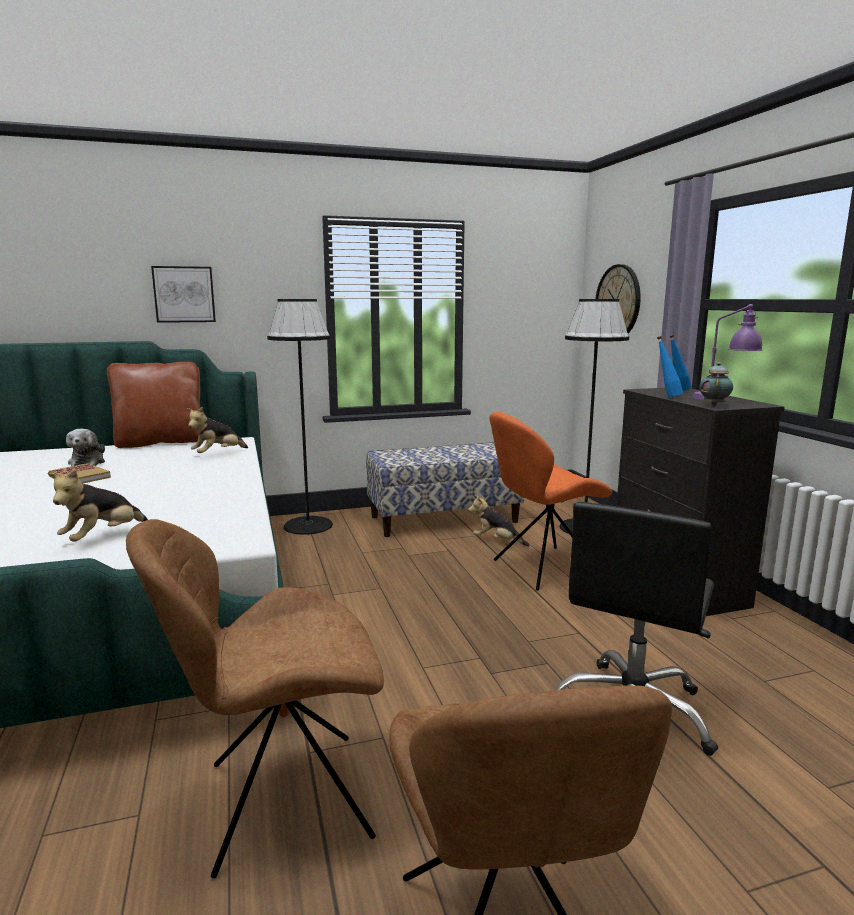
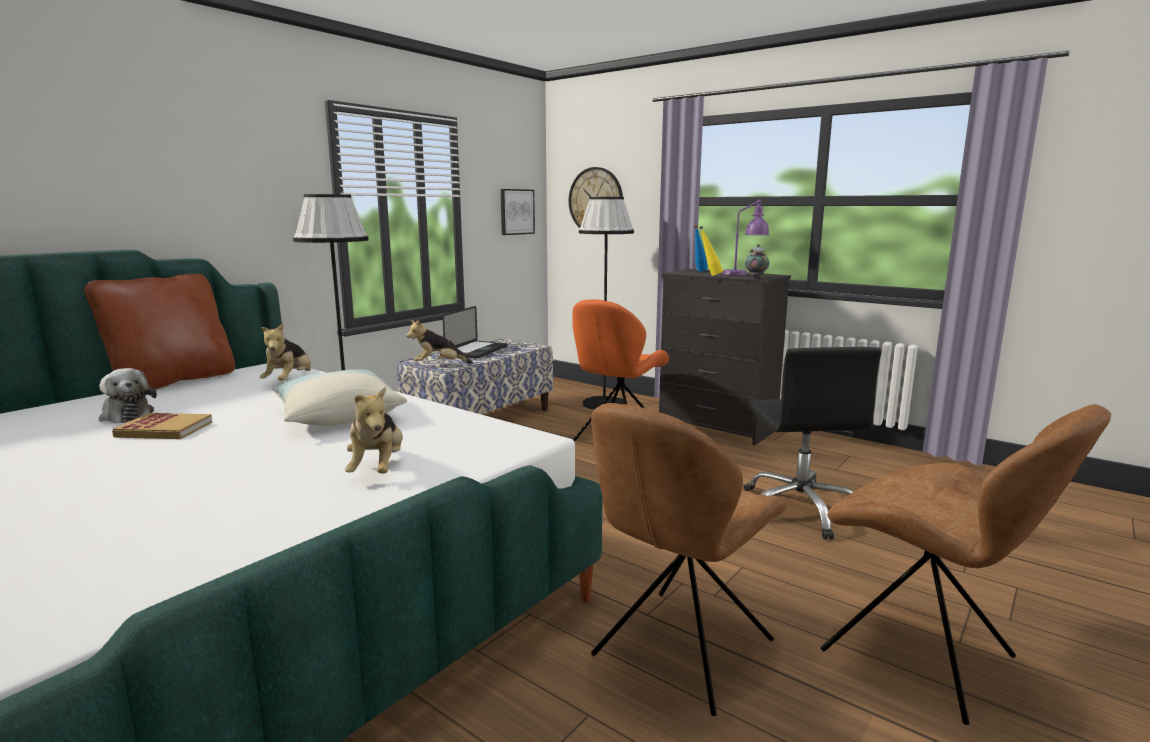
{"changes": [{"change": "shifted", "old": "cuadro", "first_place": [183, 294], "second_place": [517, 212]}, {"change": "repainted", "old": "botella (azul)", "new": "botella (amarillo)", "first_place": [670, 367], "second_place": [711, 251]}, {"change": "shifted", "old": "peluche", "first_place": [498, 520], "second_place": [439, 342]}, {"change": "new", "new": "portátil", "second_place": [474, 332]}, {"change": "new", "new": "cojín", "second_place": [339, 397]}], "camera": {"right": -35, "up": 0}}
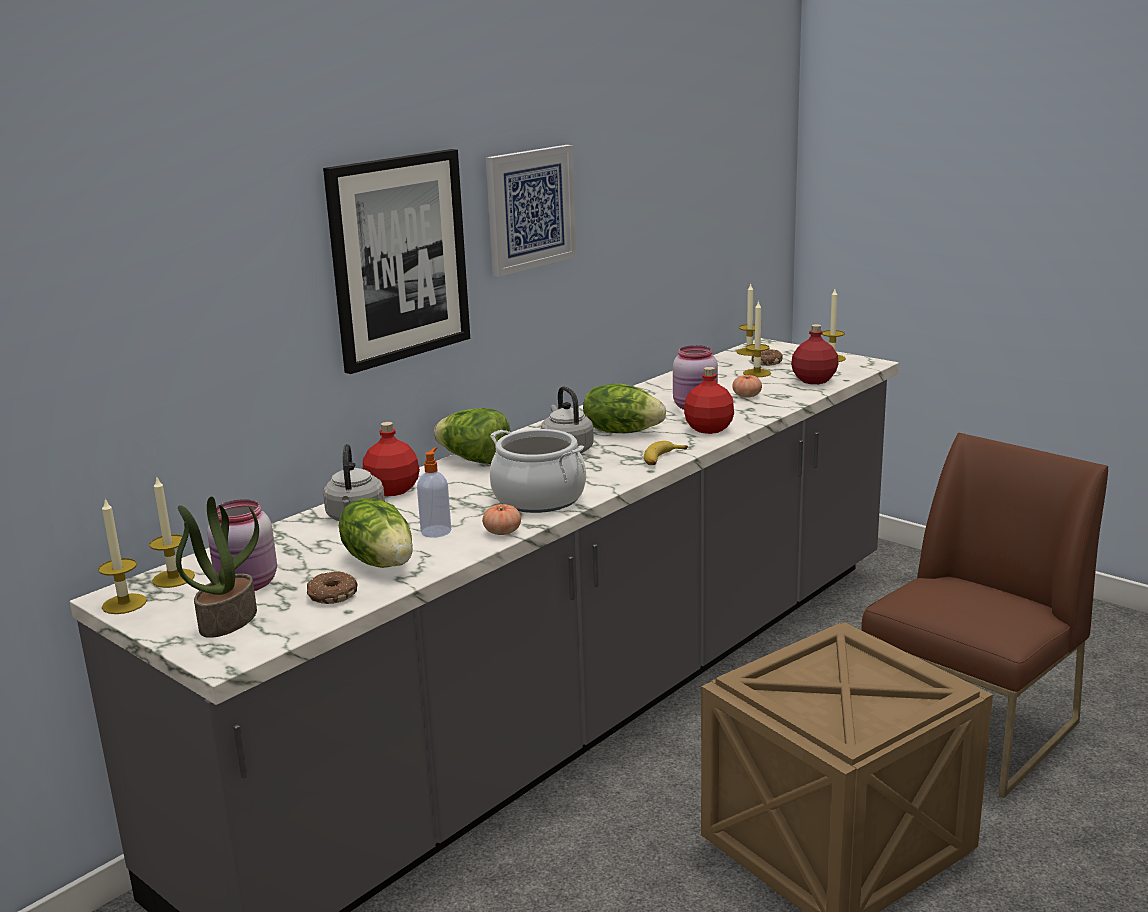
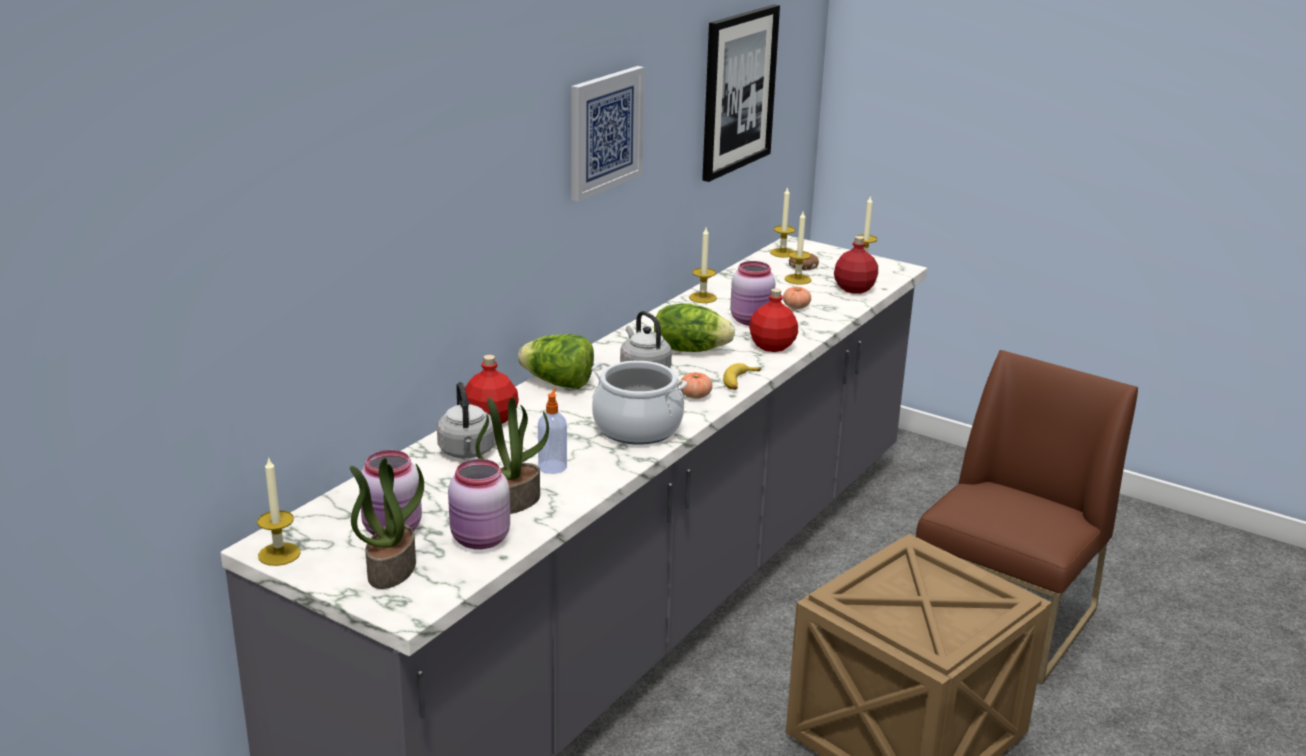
{"changes": [{"change": "shifted", "old": "cuadro", "first_place": [396, 261], "second_place": [741, 93]}, {"change": "shifted", "old": "vela", "first_place": [172, 533], "second_place": [703, 265]}, {"change": "swapped", "old": "lechuga", "new": "planta en maceta", "first_place": [376, 533], "second_place": [512, 456]}, {"change": "shifted", "old": "tomate", "first_place": [501, 519], "second_place": [696, 385]}, {"change": "swapped", "old": "rosquilla", "new": "tarro (rosa)", "first_place": [332, 587], "second_place": [479, 504]}], "camera": {"right": -10, "up": 5}}
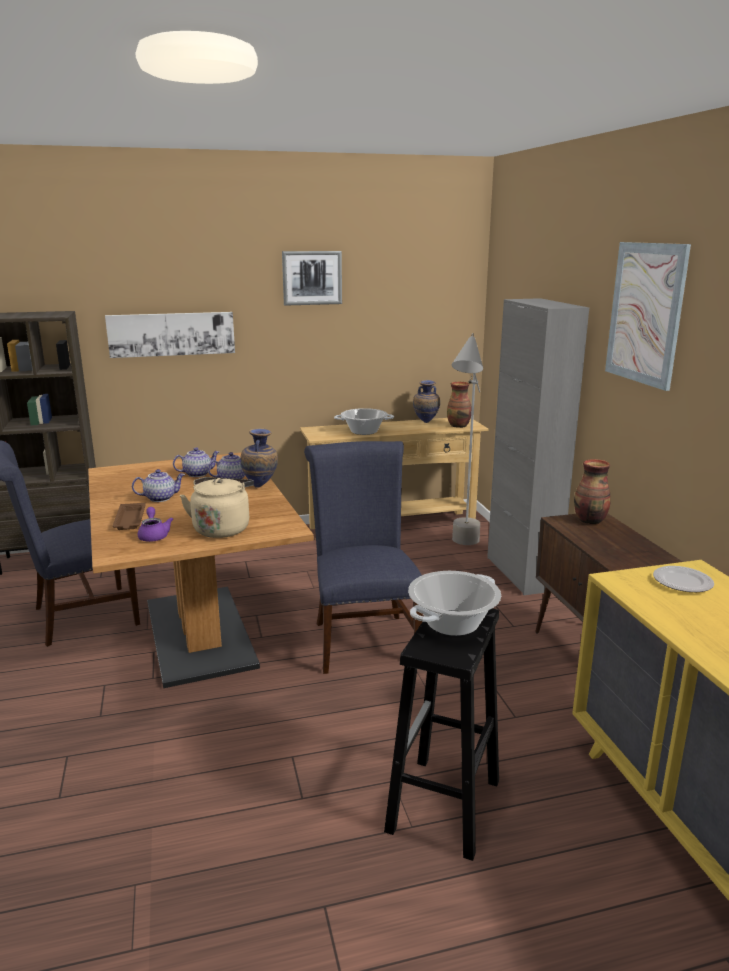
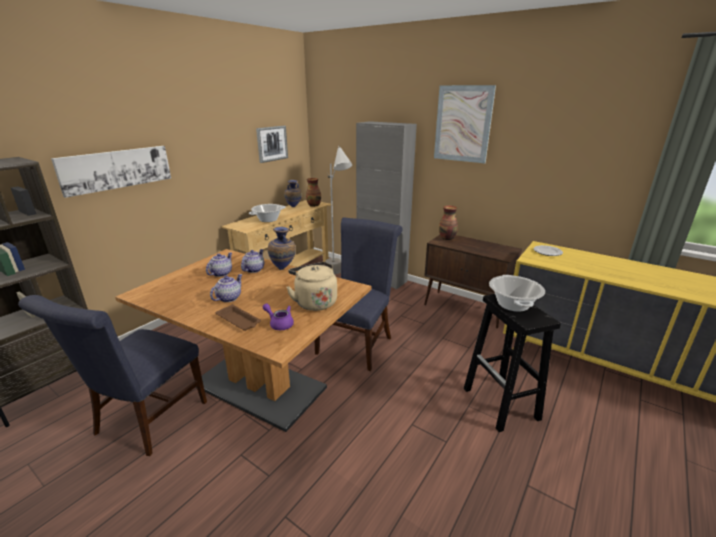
{"changes": [{"change": "shifted", "old": "cuadro", "first_place": [312, 278], "second_place": [272, 144]}, {"change": "rotated", "old": "silla (azul)", "first_place": [363, 557], "second_place": [359, 294], "degrees": 75}], "camera": {"right": -40, "up": 5}}
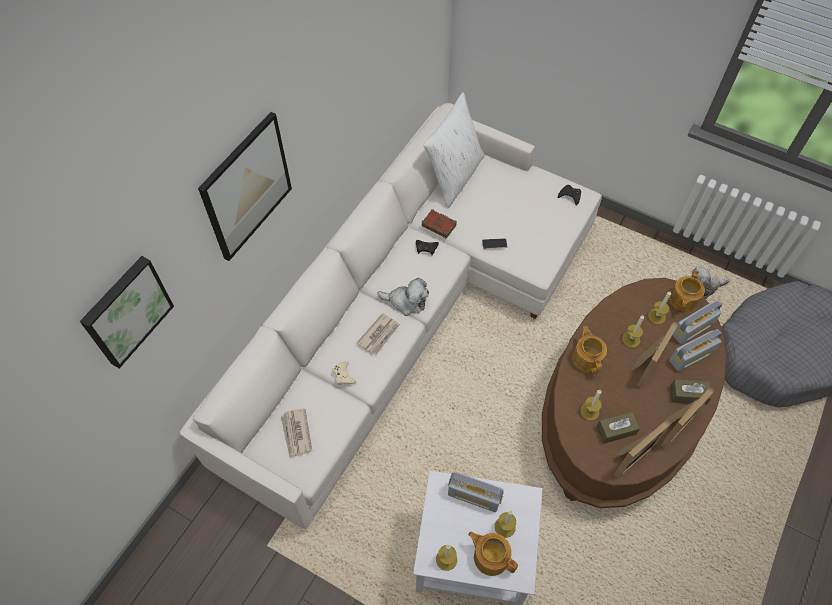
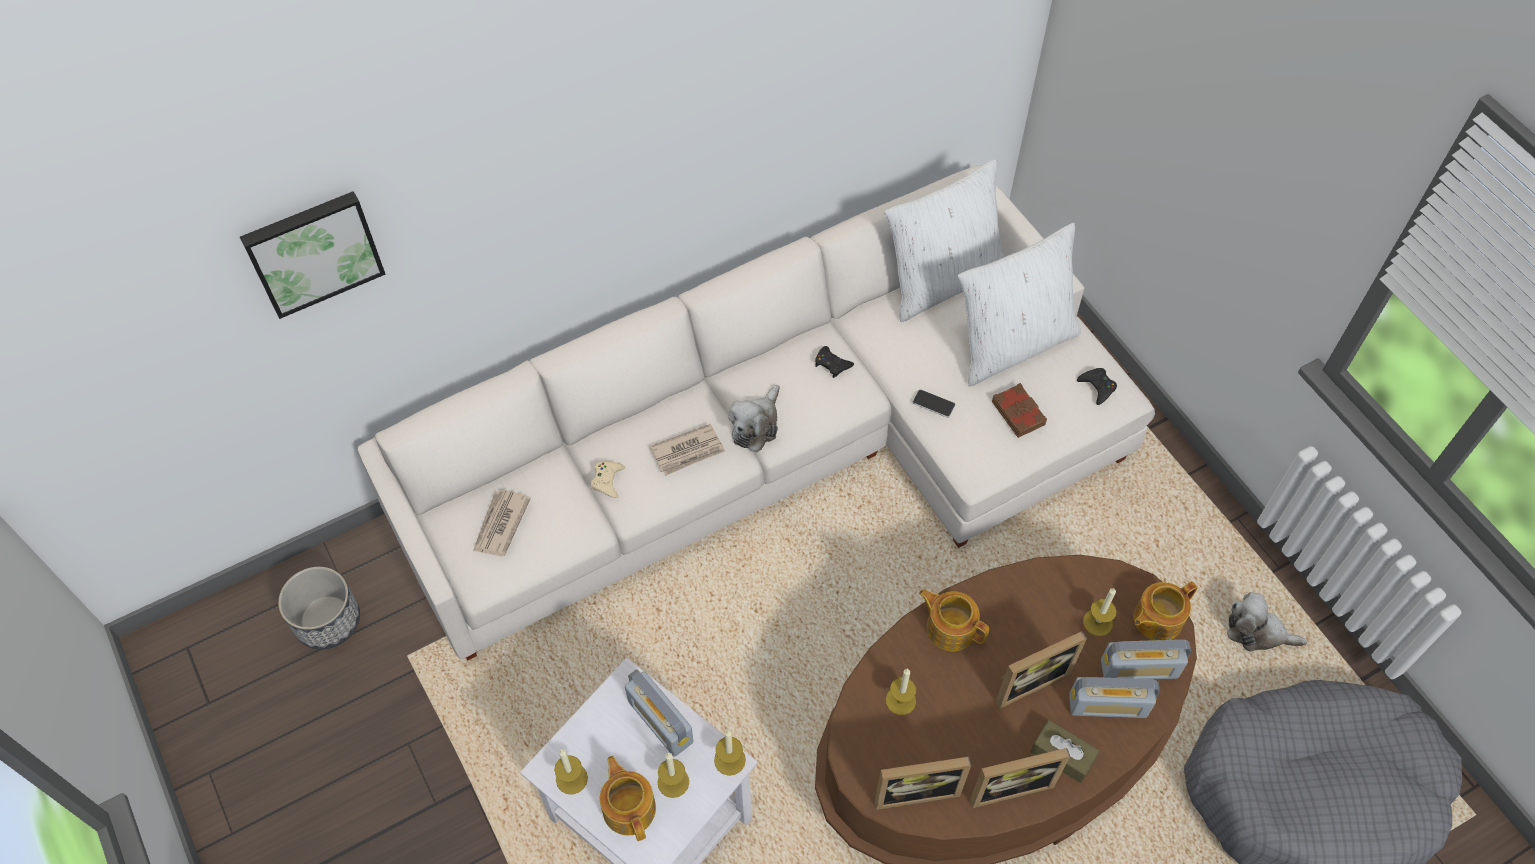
{"changes": [{"change": "gone", "old": "cuadro", "first_place": [245, 186]}, {"change": "shifted", "old": "libro (marrón)", "first_place": [439, 224], "second_place": [1019, 410]}, {"change": "rotated", "old": "peluche", "first_place": [403, 297], "second_place": [754, 419], "degrees": 75}, {"change": "shifted", "old": "vela", "first_place": [633, 331], "second_place": [730, 753]}, {"change": "rotated", "old": "tetera", "first_place": [589, 350], "second_place": [954, 620], "degrees": -75}, {"change": "gone", "old": "caja de pañuelos (marrón)", "first_place": [618, 427]}, {"change": "new", "new": "cojín (blanco)", "second_place": [1019, 304]}, {"change": "new", "new": "maceta", "second_place": [319, 608]}], "camera": {"right": 30, "up": 0}}
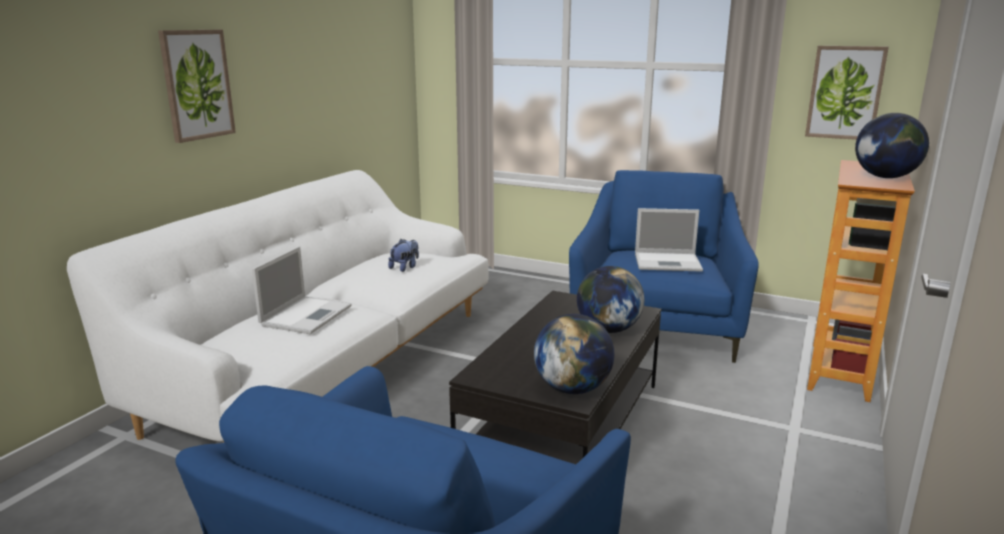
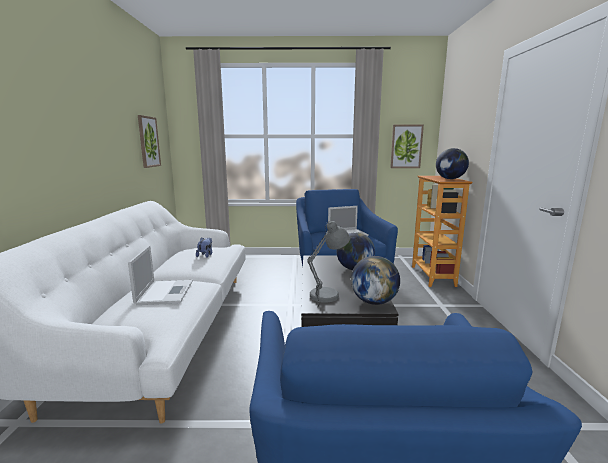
{"changes": [{"change": "shifted", "old": "cuadro", "first_place": [197, 86], "second_place": [149, 141]}, {"change": "new", "new": "lámpara de mesa (gris)", "second_place": [328, 262]}], "camera": {"right": -25, "up": -5}}
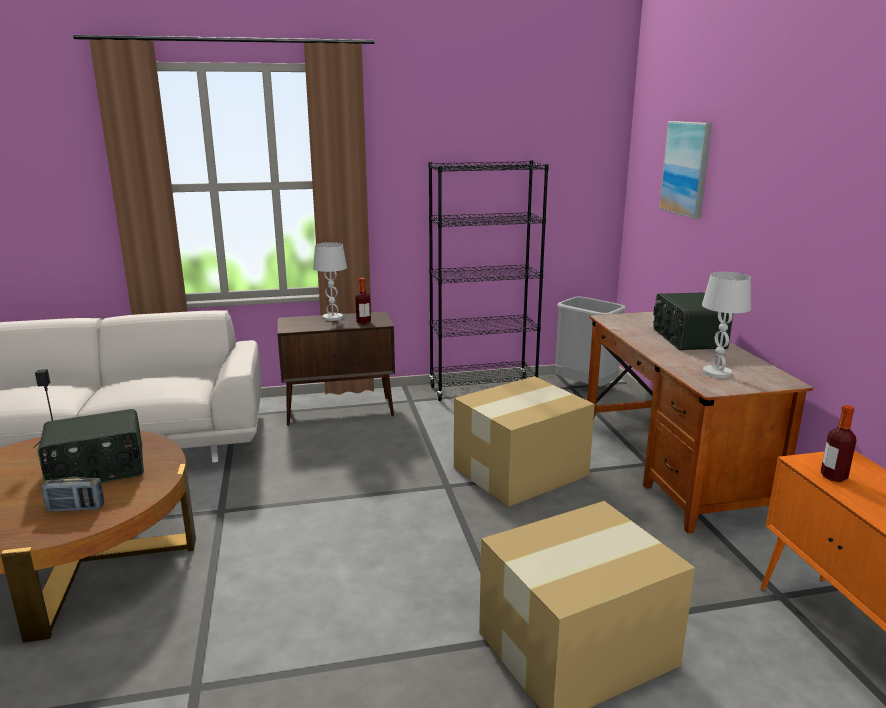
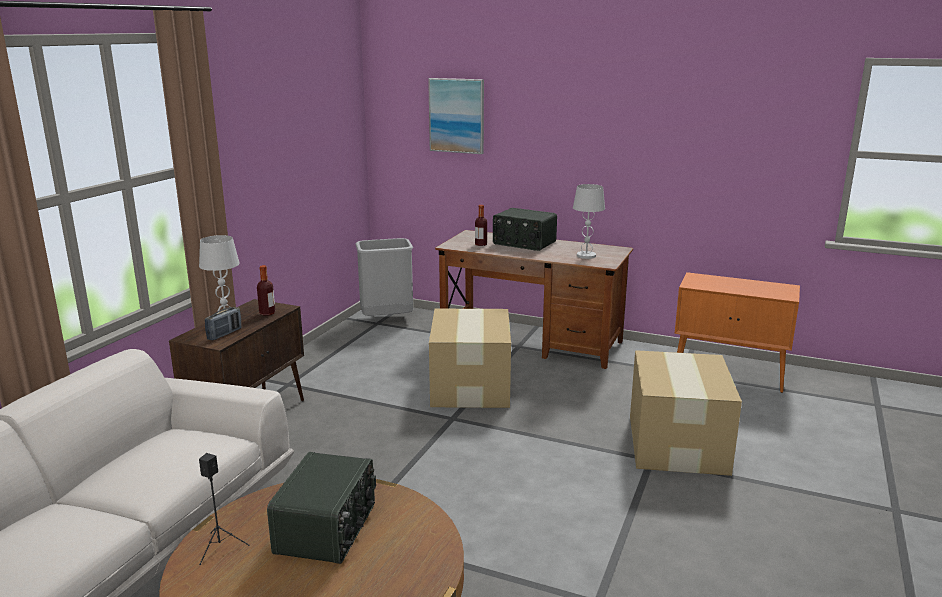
{"changes": [{"change": "gone", "old": "estantería (negro)", "first_place": [489, 280]}, {"change": "shifted", "old": "botella", "first_place": [838, 443], "second_place": [481, 225]}, {"change": "shifted", "old": "radio", "first_place": [72, 494], "second_place": [223, 323]}], "camera": {"right": -55, "up": 0}}
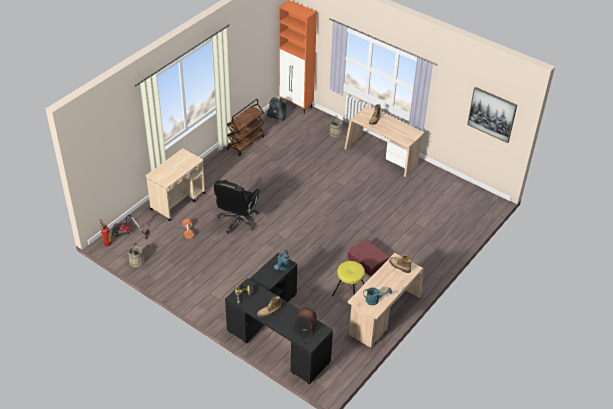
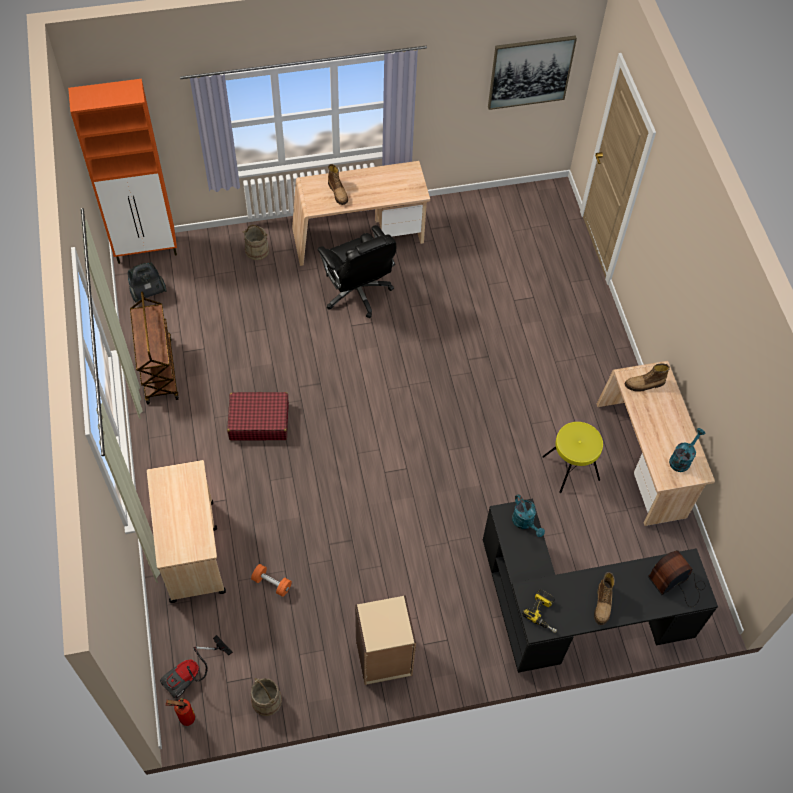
{"changes": [{"change": "shifted", "old": "silla de oficina (negro)", "first_place": [237, 206], "second_place": [357, 271]}, {"change": "shifted", "old": "maleta (rojo)", "first_place": [369, 257], "second_place": [258, 416]}, {"change": "new", "new": "estantería (beis)", "second_place": [385, 640]}], "camera": {"right": -50, "up": 15}}
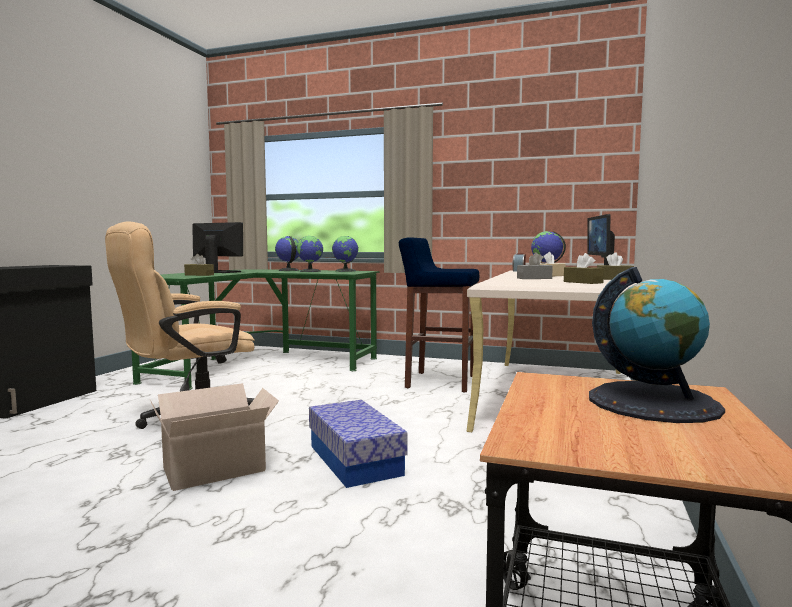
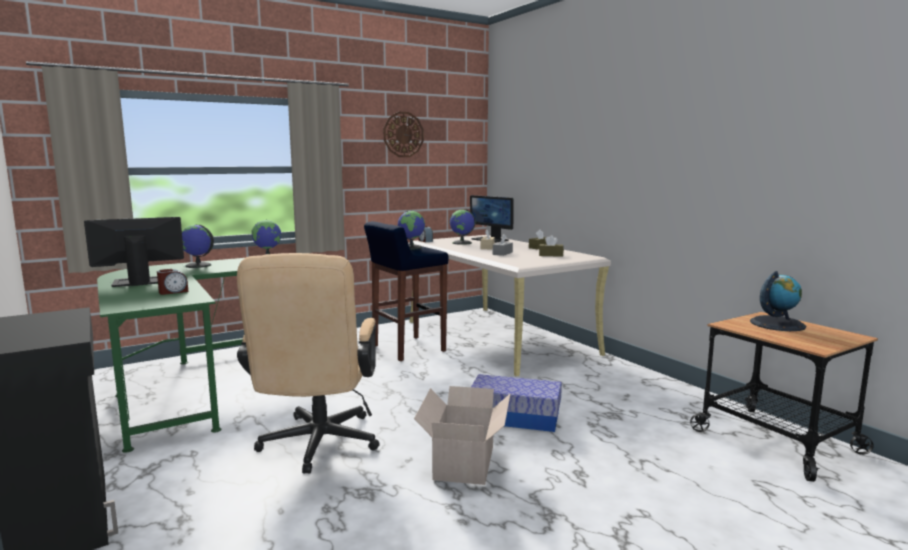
{"changes": [{"change": "shifted", "old": "globo terráqueo", "first_place": [310, 254], "second_place": [411, 230]}, {"change": "swapped", "old": "caja de pañuelos (marrón)", "new": "despertador", "first_place": [199, 265], "second_place": [172, 282]}, {"change": "new", "new": "reloj de pared", "second_place": [403, 134]}], "camera": {"right": -50, "up": 5}}
